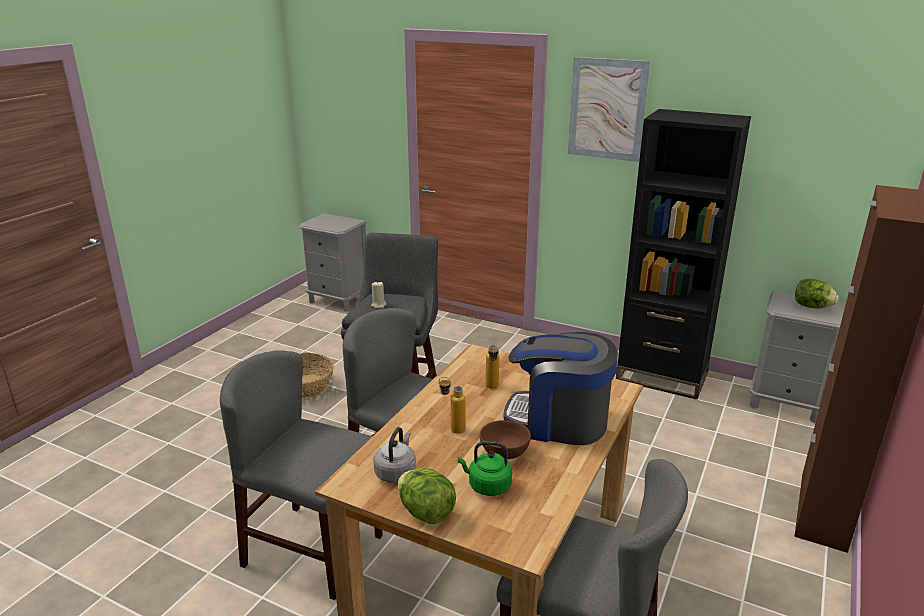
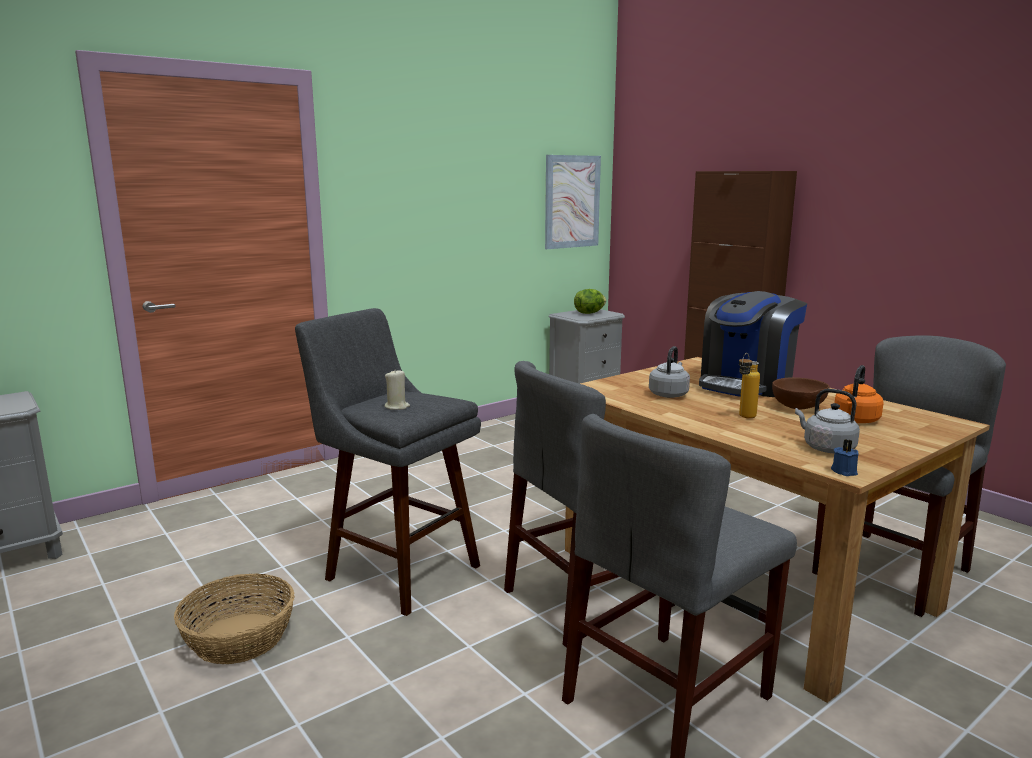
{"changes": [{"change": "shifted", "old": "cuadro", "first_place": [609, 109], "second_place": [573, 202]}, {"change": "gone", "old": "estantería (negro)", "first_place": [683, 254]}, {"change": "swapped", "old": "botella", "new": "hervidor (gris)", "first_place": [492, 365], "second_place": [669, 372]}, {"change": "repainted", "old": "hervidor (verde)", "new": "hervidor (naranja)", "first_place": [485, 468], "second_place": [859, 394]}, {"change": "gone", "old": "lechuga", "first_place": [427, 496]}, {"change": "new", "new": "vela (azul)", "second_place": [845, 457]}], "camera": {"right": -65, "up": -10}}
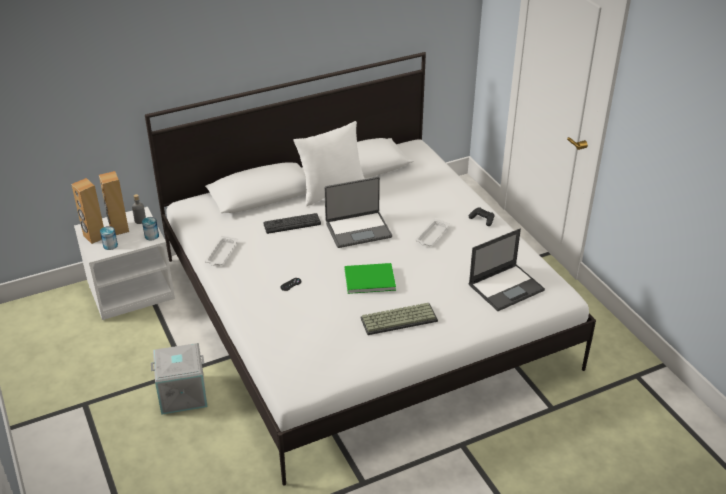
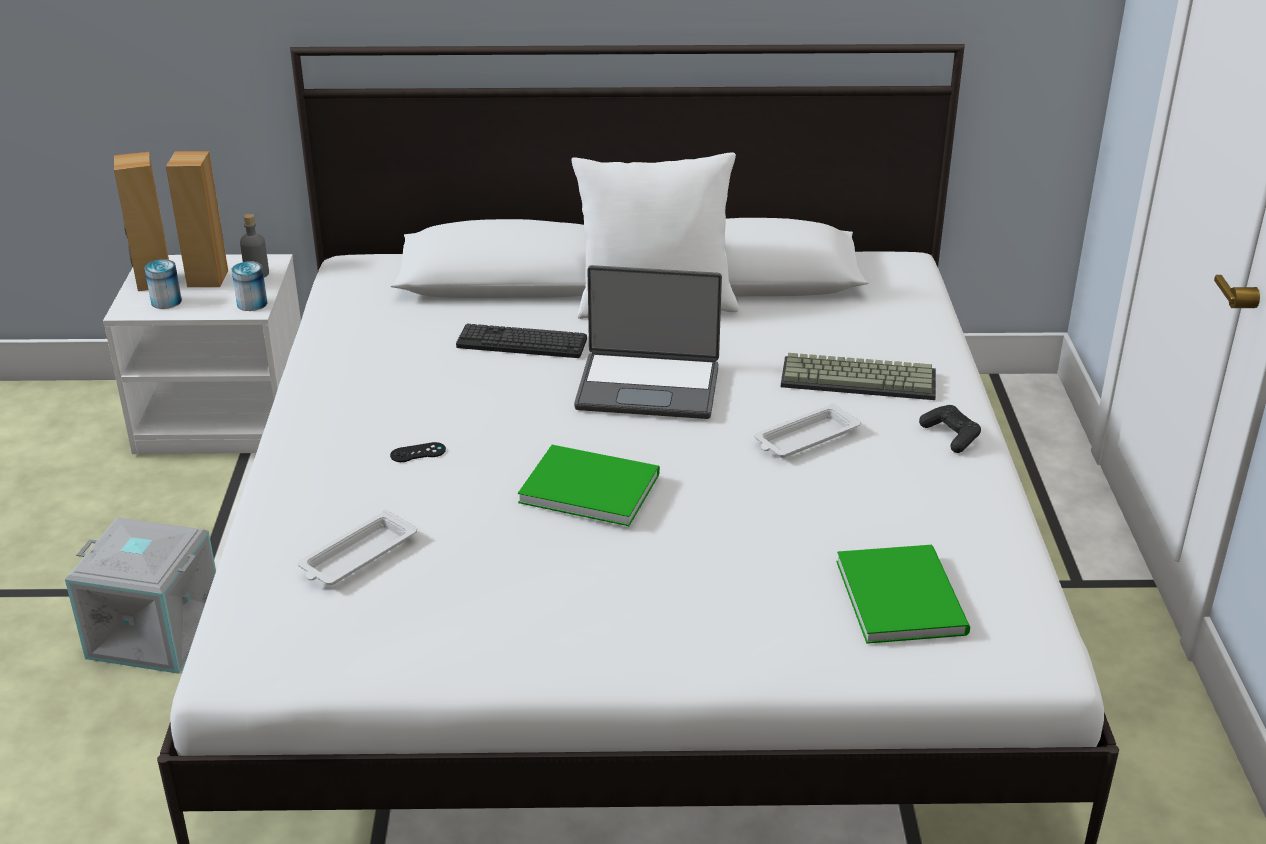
{"changes": [{"change": "swapped", "old": "portátil", "new": "libro (verde)", "first_place": [507, 270], "second_place": [903, 594]}, {"change": "shifted", "old": "bandeja (blanco)", "first_place": [221, 251], "second_place": [357, 547]}, {"change": "shifted", "old": "teclado", "first_place": [399, 319], "second_place": [858, 376]}], "camera": {"right": 25, "up": -5}}
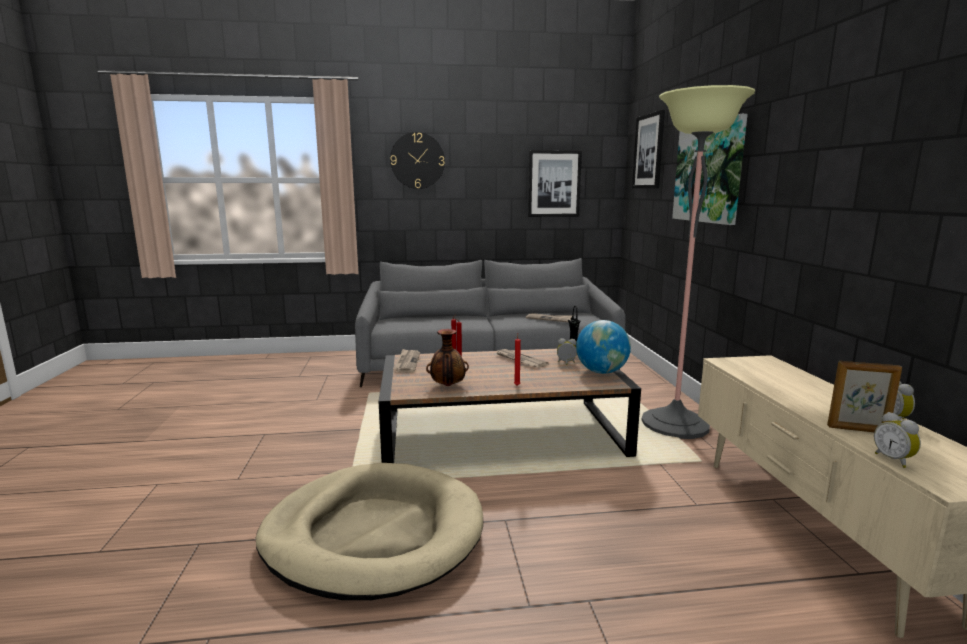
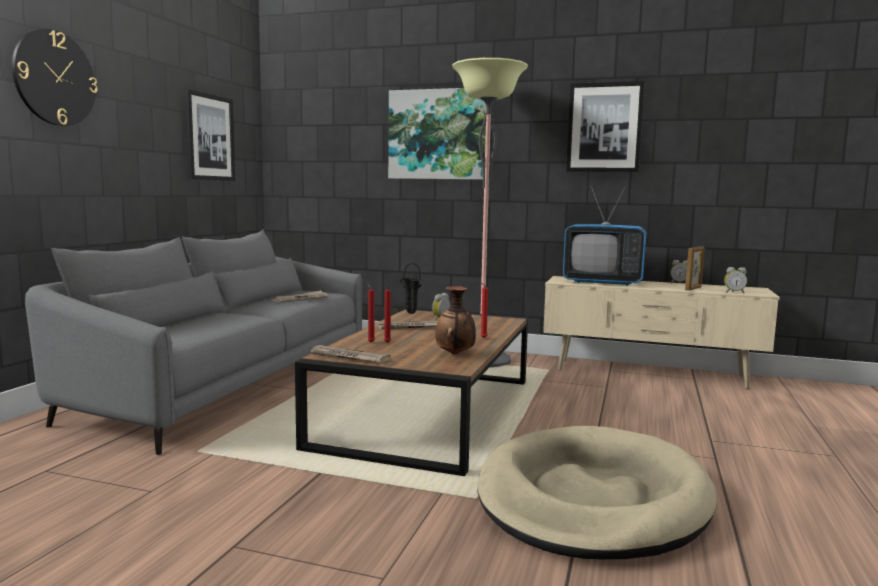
{"changes": [{"change": "shifted", "old": "cuadro", "first_place": [648, 149], "second_place": [605, 126]}, {"change": "gone", "old": "globo terráqueo", "first_place": [603, 347]}, {"change": "new", "new": "televisor", "second_place": [604, 236]}], "camera": {"right": -65, "up": -5}}
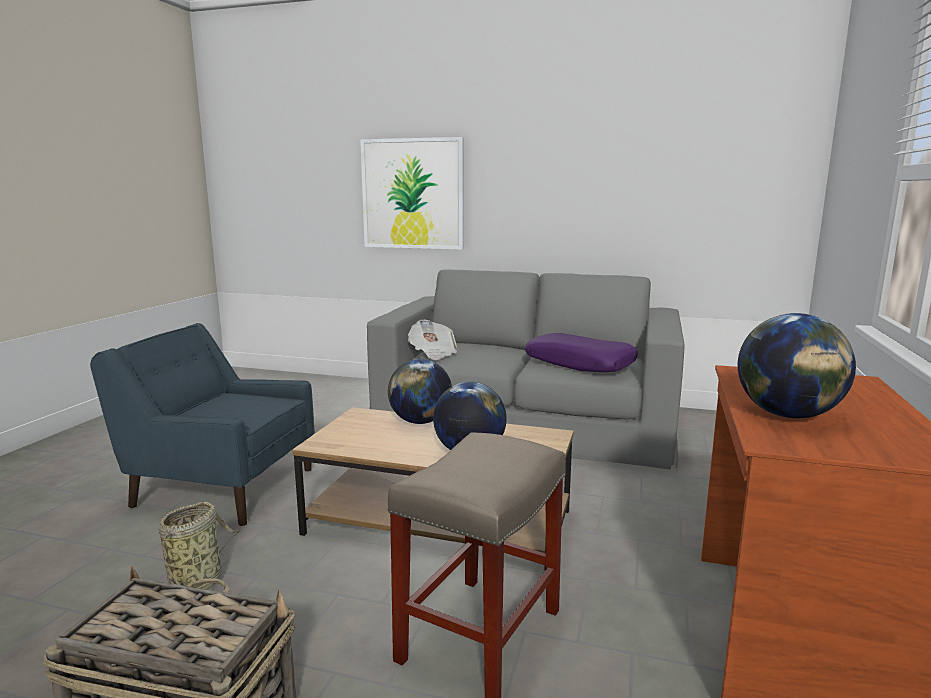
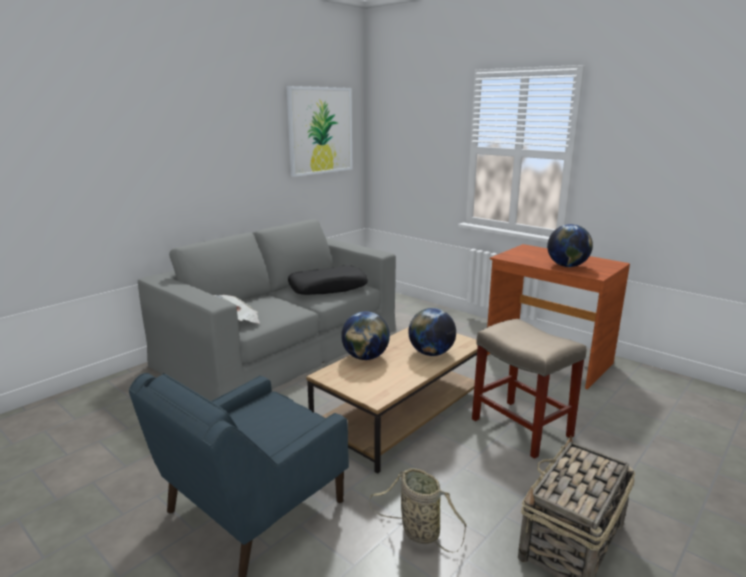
{"changes": [{"change": "shifted", "old": "cuadro", "first_place": [412, 193], "second_place": [319, 131]}, {"change": "repainted", "old": "cojín (morado)", "new": "cojín (negro)", "first_place": [581, 352], "second_place": [328, 280]}], "camera": {"right": -65, "up": 5}}
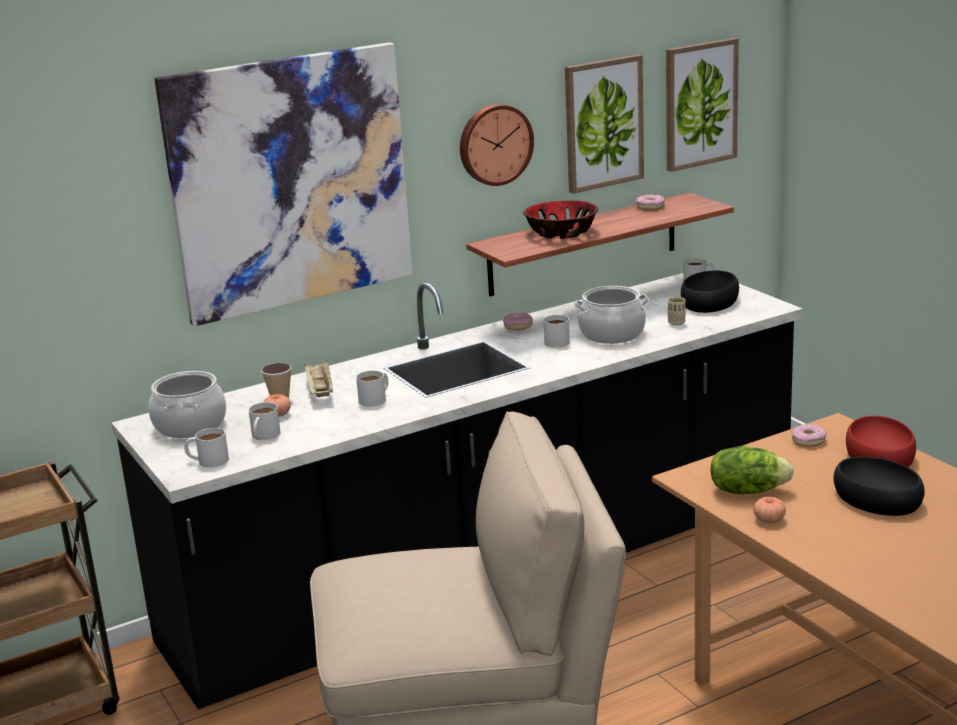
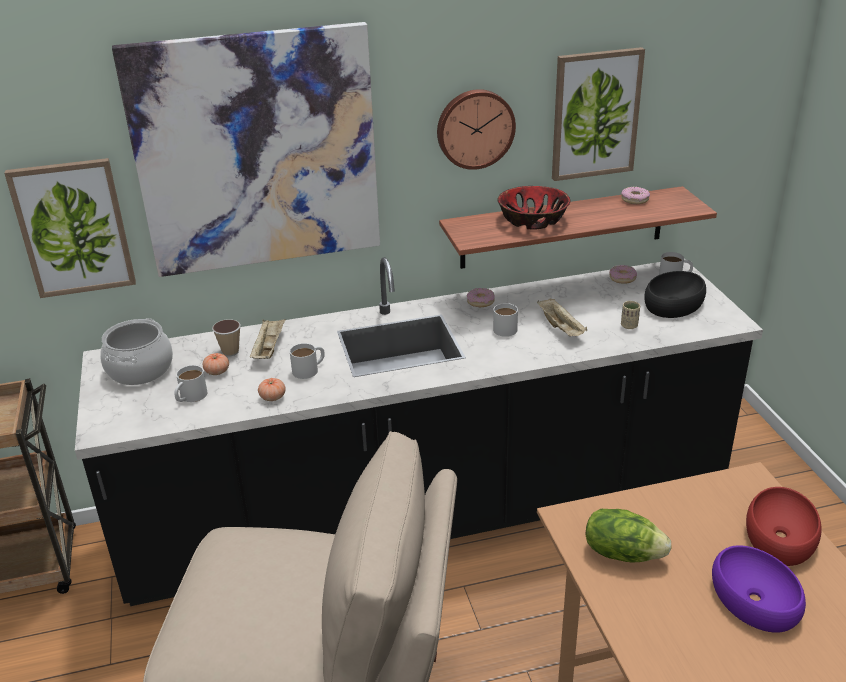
{"changes": [{"change": "shifted", "old": "cuadro", "first_place": [702, 105], "second_place": [70, 228]}, {"change": "swapped", "old": "olla", "new": "bandeja (beis)", "first_place": [611, 315], "second_place": [562, 317]}, {"change": "shifted", "old": "rosquilla", "first_place": [809, 435], "second_place": [623, 274]}, {"change": "gone", "old": "taza grande (blanco)", "first_place": [206, 447]}, {"change": "repainted", "old": "cuenco (negro)", "new": "cuenco (morado)", "first_place": [879, 486], "second_place": [759, 589]}, {"change": "shifted", "old": "tomate", "first_place": [769, 510], "second_place": [272, 389]}], "camera": {"right": 15, "up": 10}}
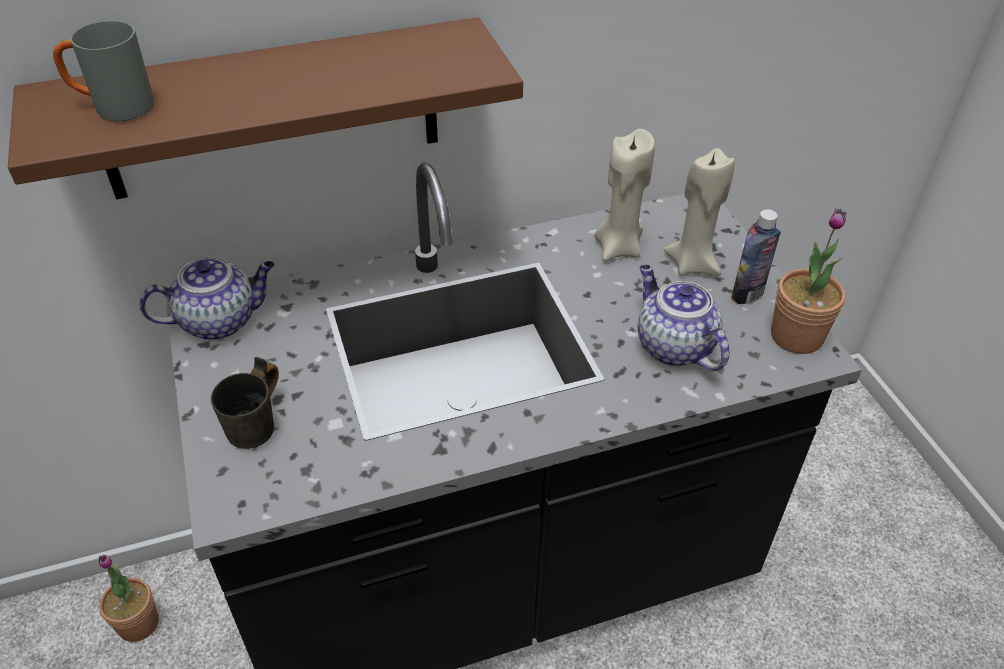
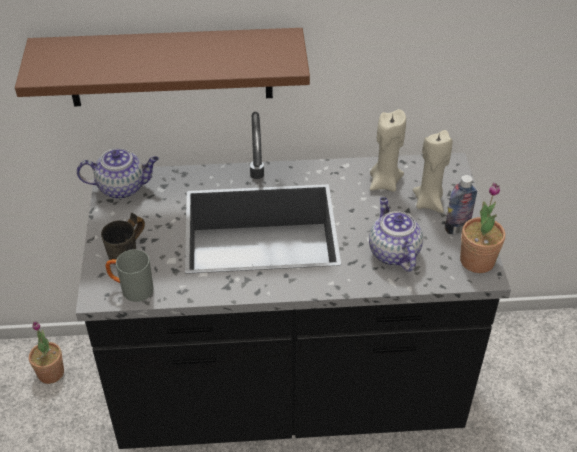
{"changes": [{"change": "shifted", "old": "taza grande (gris)", "first_place": [103, 71], "second_place": [130, 276]}], "camera": {"right": 15, "up": 0}}
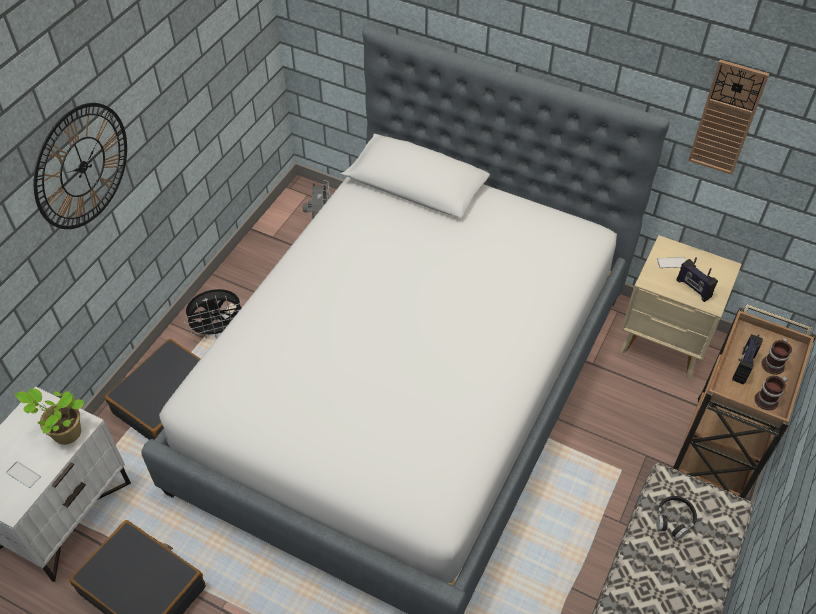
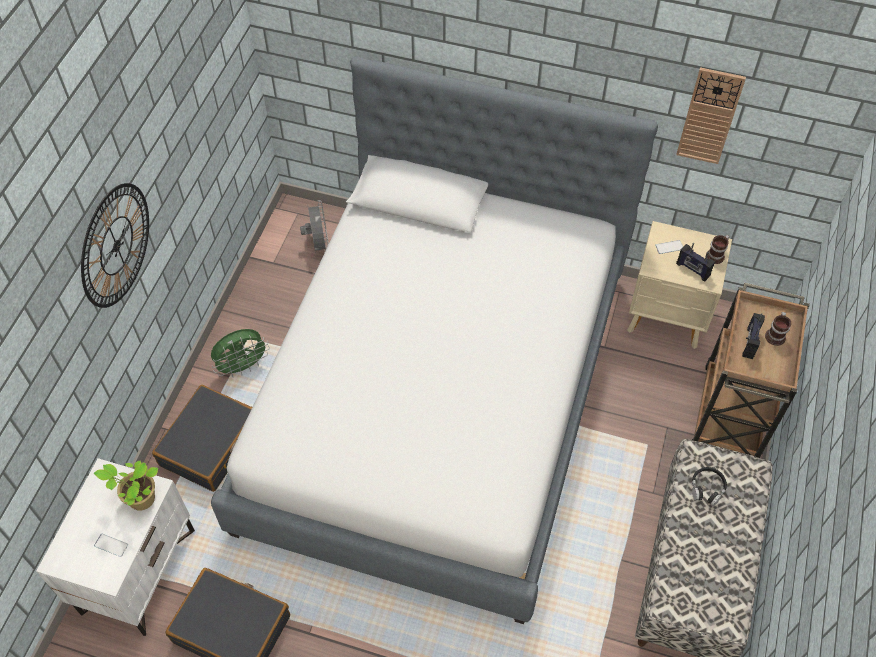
{"changes": [{"change": "repainted", "old": "ventilador (negro)", "new": "ventilador (verde)", "first_place": [213, 314], "second_place": [240, 353]}, {"change": "shifted", "old": "taza grande", "first_place": [771, 393], "second_place": [718, 249]}], "camera": {"right": -10, "up": 5}}
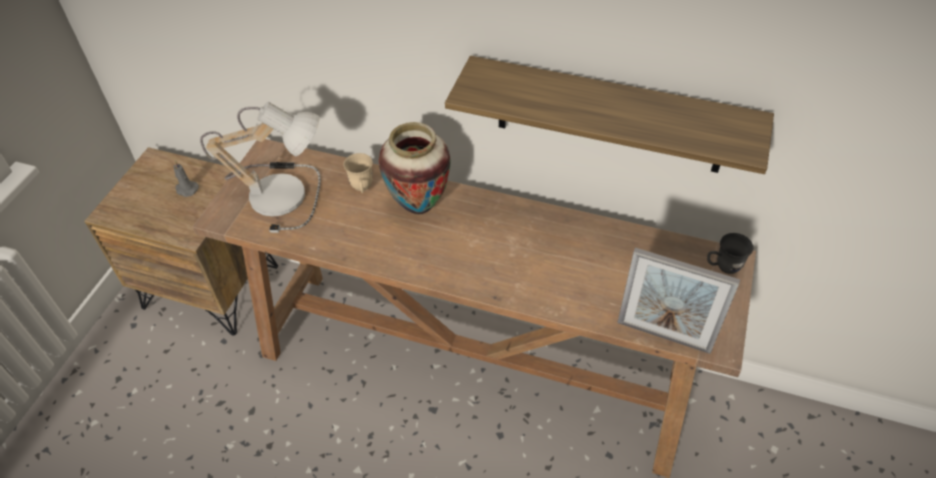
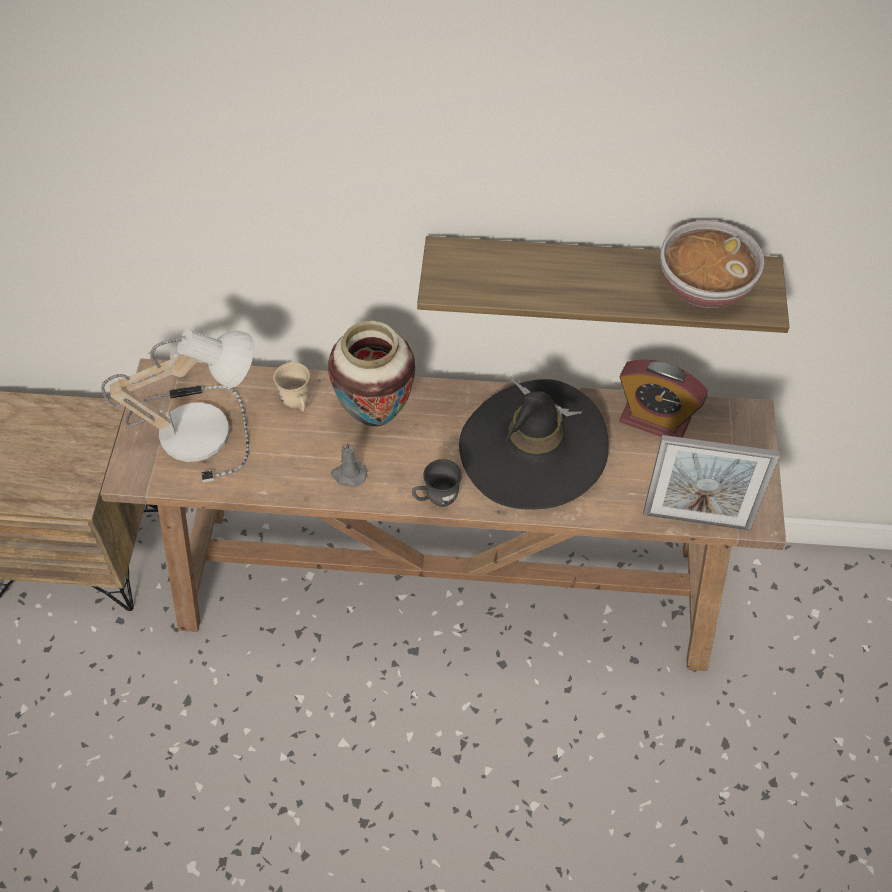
{"changes": [{"change": "shifted", "old": "vela (gris)", "first_place": [186, 179], "second_place": [349, 464]}, {"change": "shifted", "old": "taza grande (gris)", "first_place": [730, 253], "second_place": [437, 483]}, {"change": "new", "new": "cuenco", "second_place": [712, 264]}, {"change": "new", "new": "despertador", "second_place": [663, 398]}, {"change": "new", "new": "sombrero (negro)", "second_place": [534, 443]}], "camera": {"right": -15, "up": 5}}
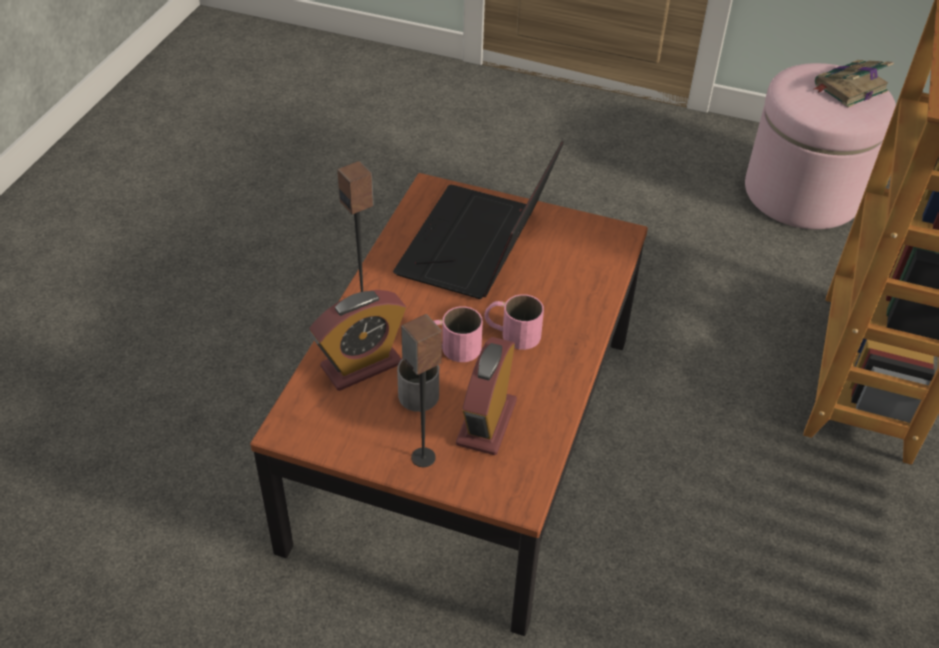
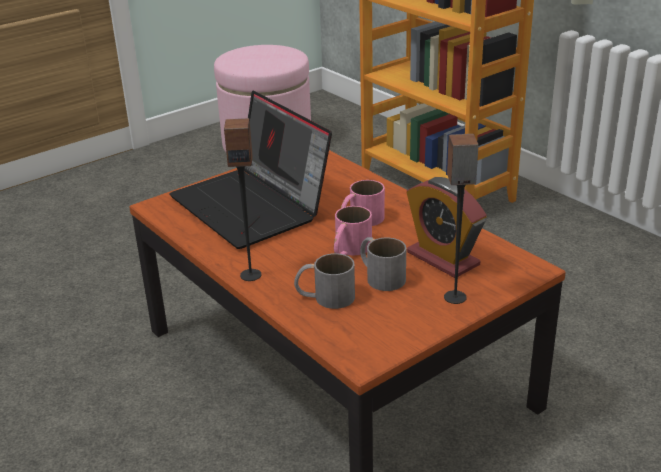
{"changes": [{"change": "gone", "old": "libro", "first_place": [854, 84]}, {"change": "swapped", "old": "despertador", "new": "taza grande (gris)", "first_place": [357, 340], "second_place": [324, 281]}], "camera": {"right": -55, "up": -15}}
